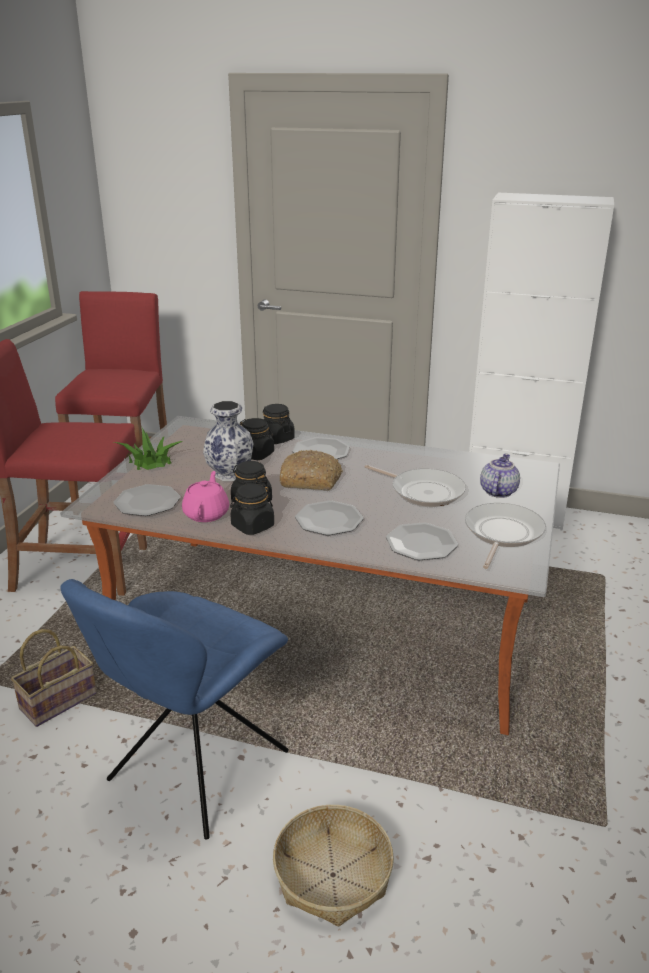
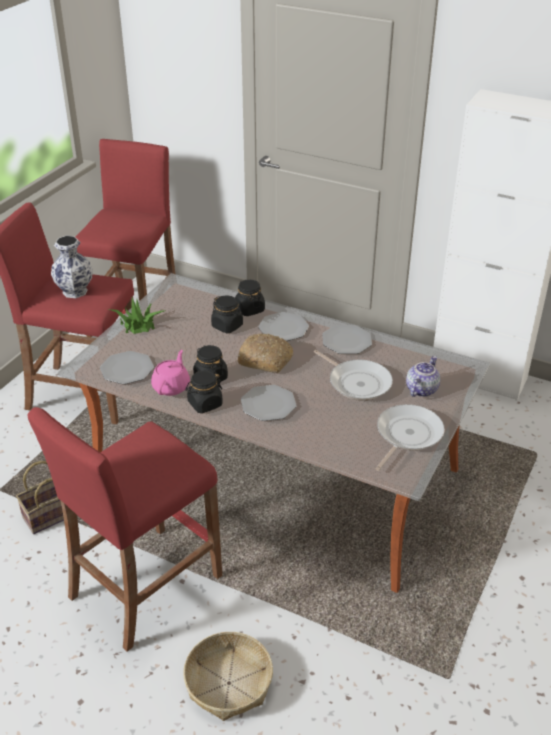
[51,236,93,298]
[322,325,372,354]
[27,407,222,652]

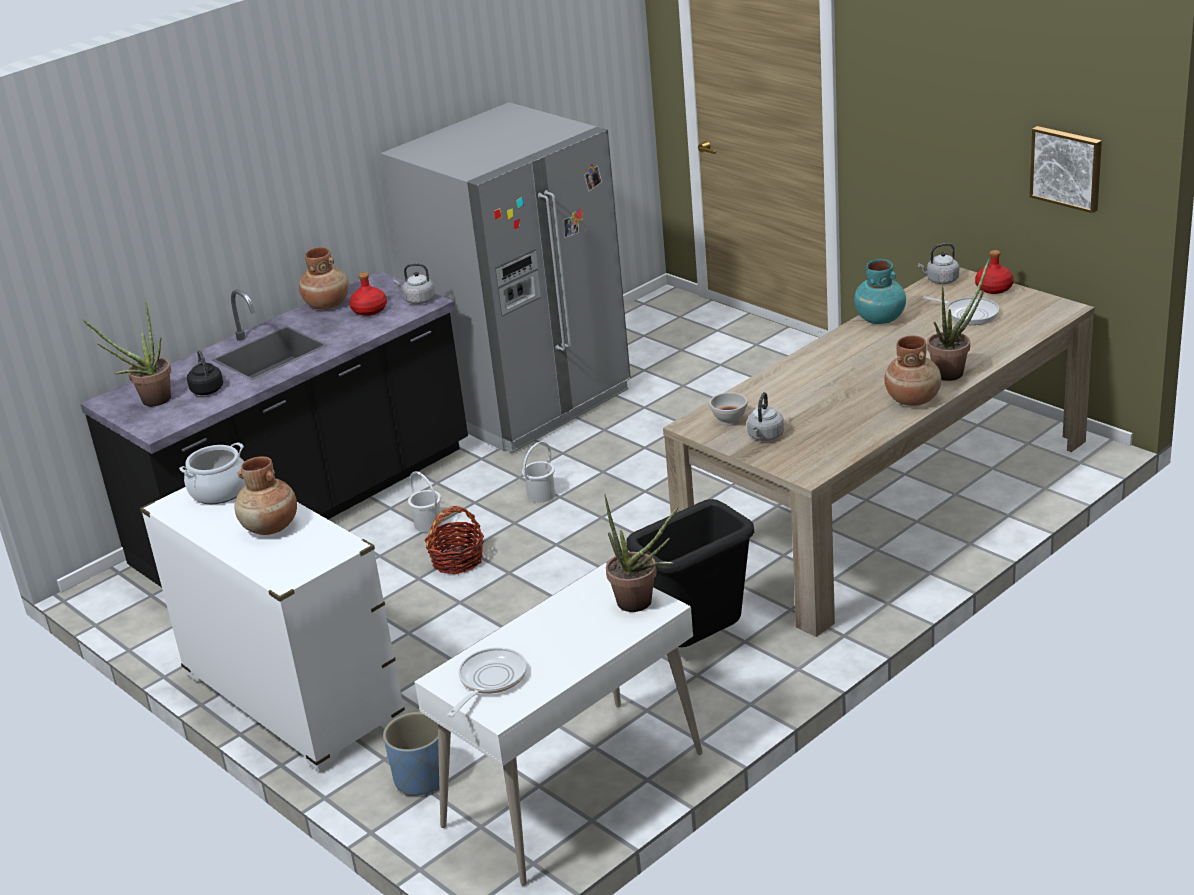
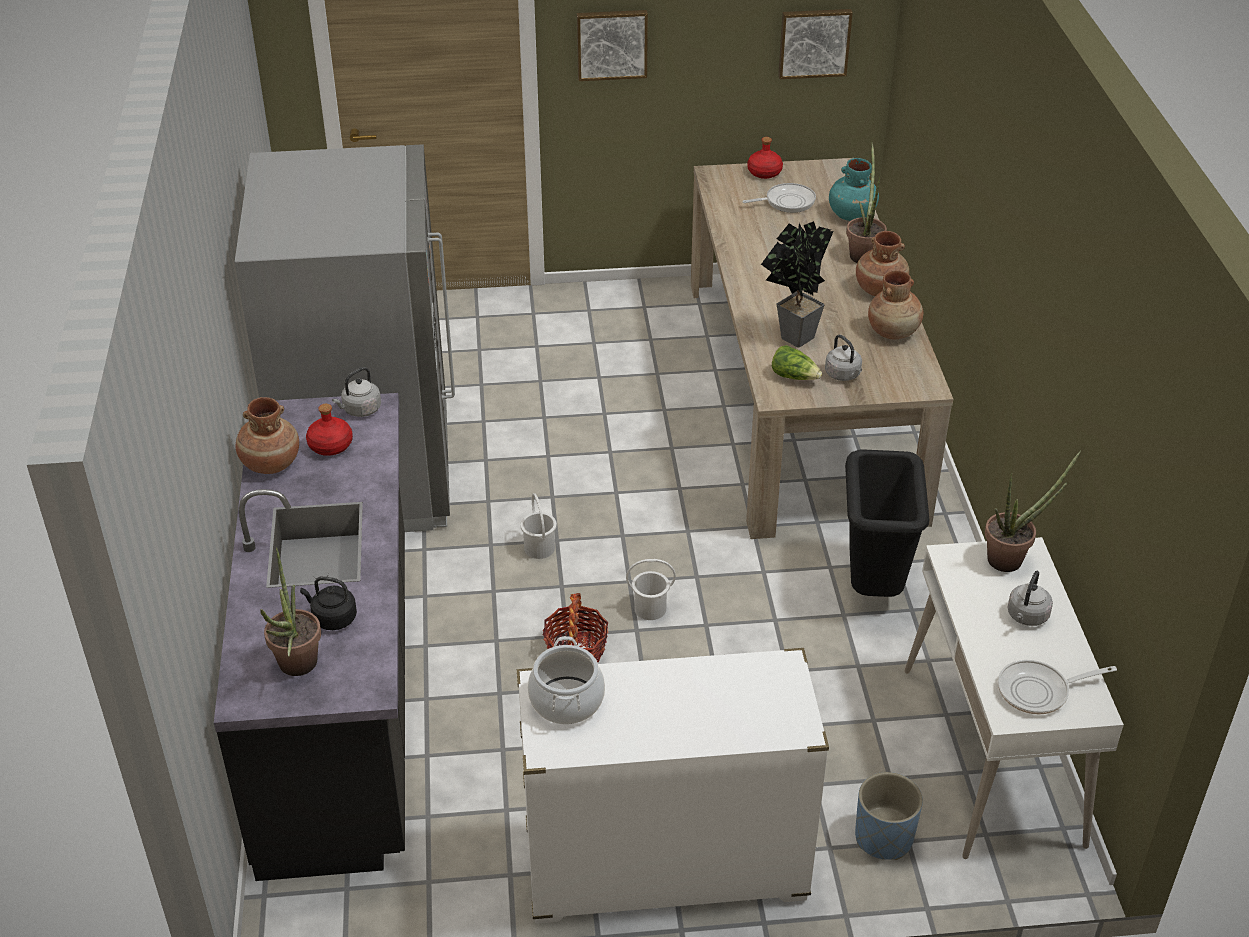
[1007,571,1053,626]
[829,158,879,221]
[772,345,822,380]
[868,270,923,340]
[626,559,676,620]
[998,660,1117,715]
[577,10,648,81]
[761,221,834,347]

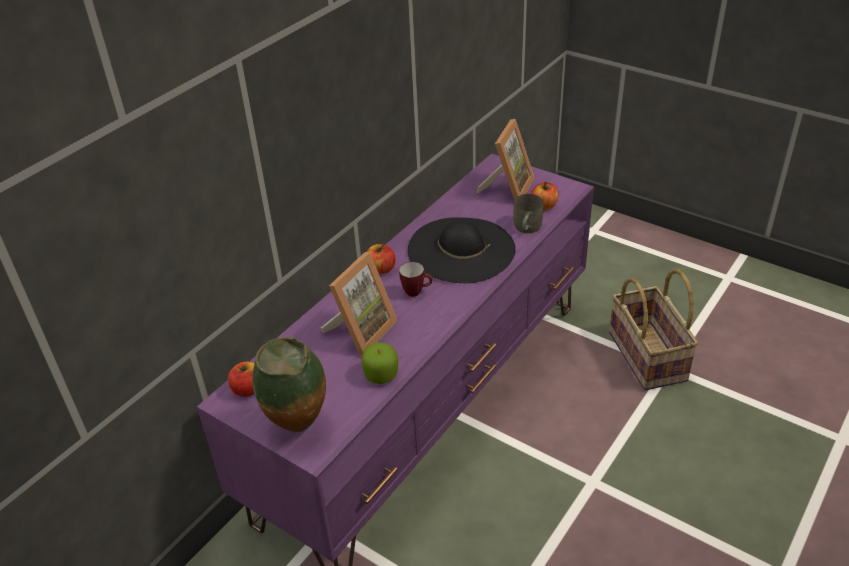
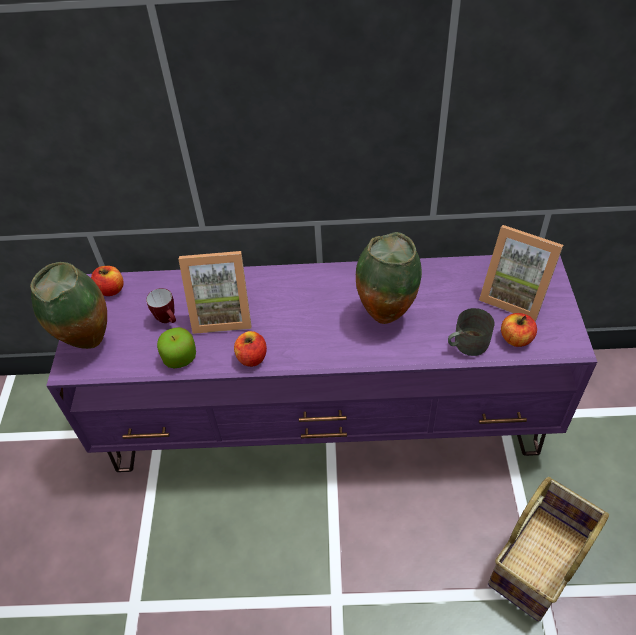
[479,225,563,321]
[356,232,422,324]
[234,331,267,367]
[146,288,176,323]

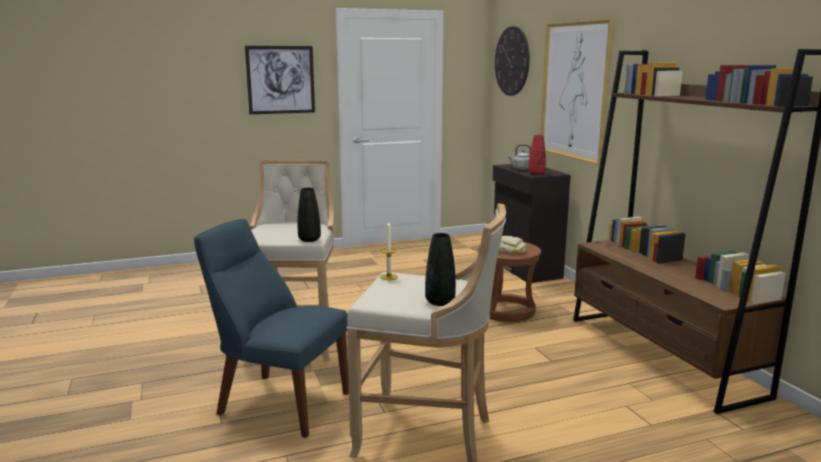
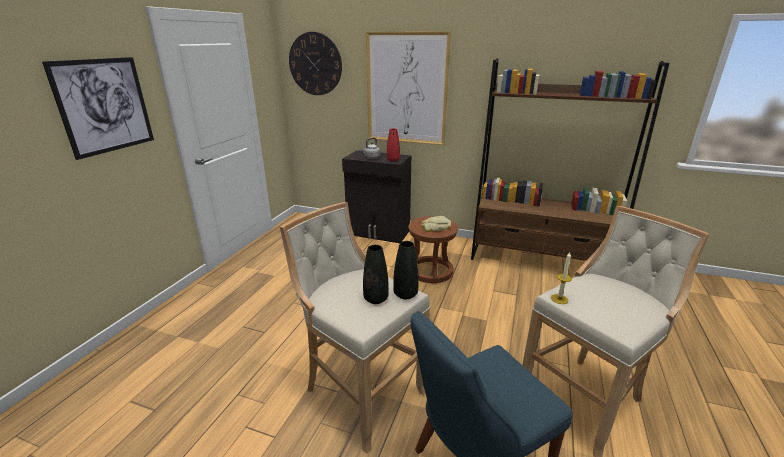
[363,245,389,304]

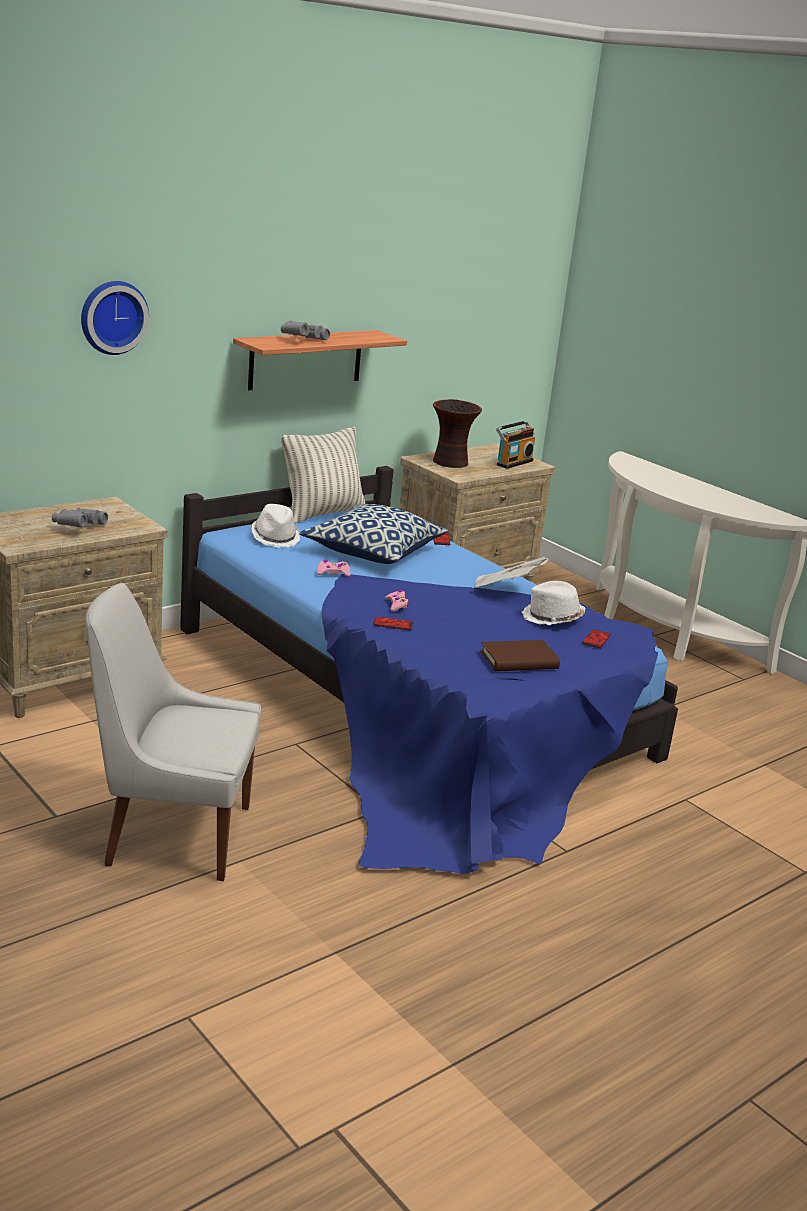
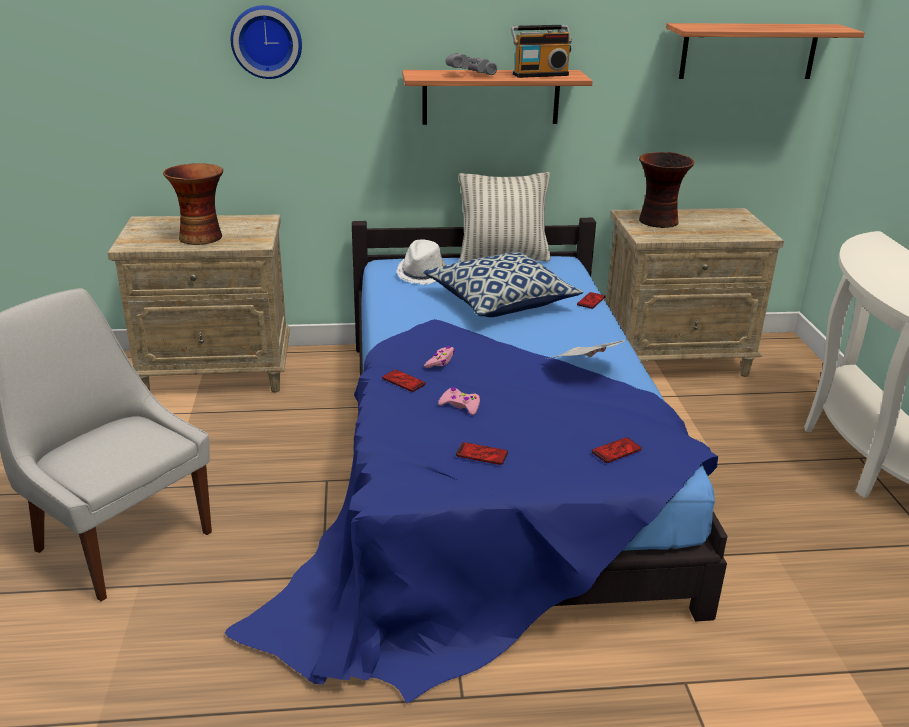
[511,25,572,78]
[163,163,223,245]
[438,387,480,415]
[522,581,585,625] (first image)
[456,442,508,465]
[666,23,865,79]

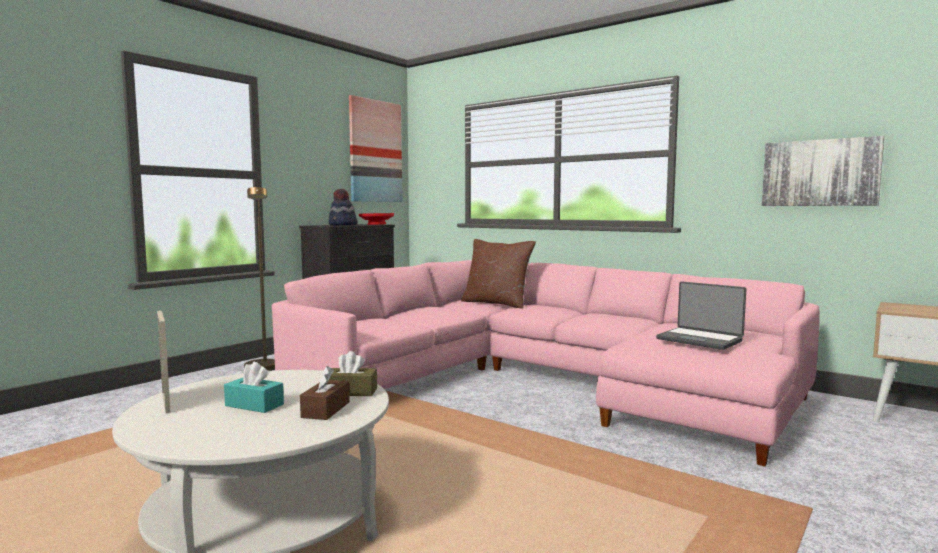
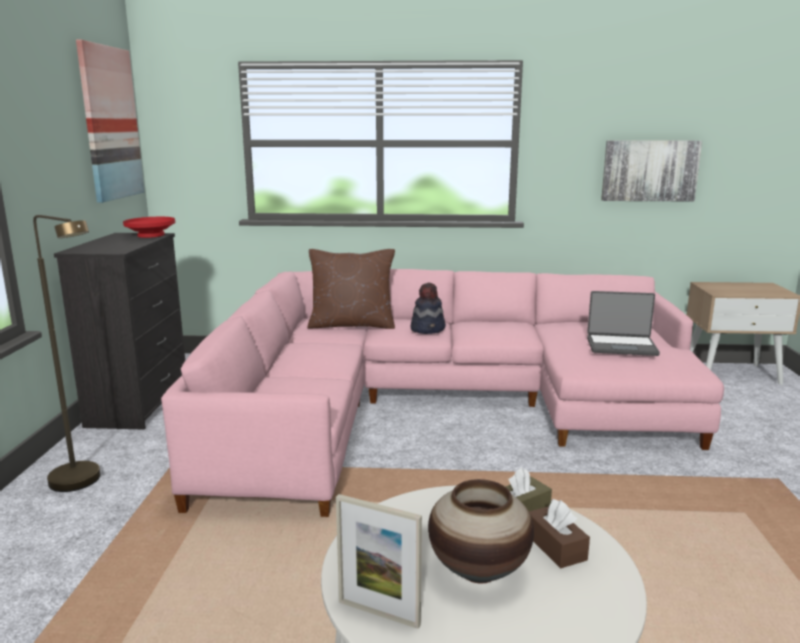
[411,282,446,334]
[428,479,534,583]

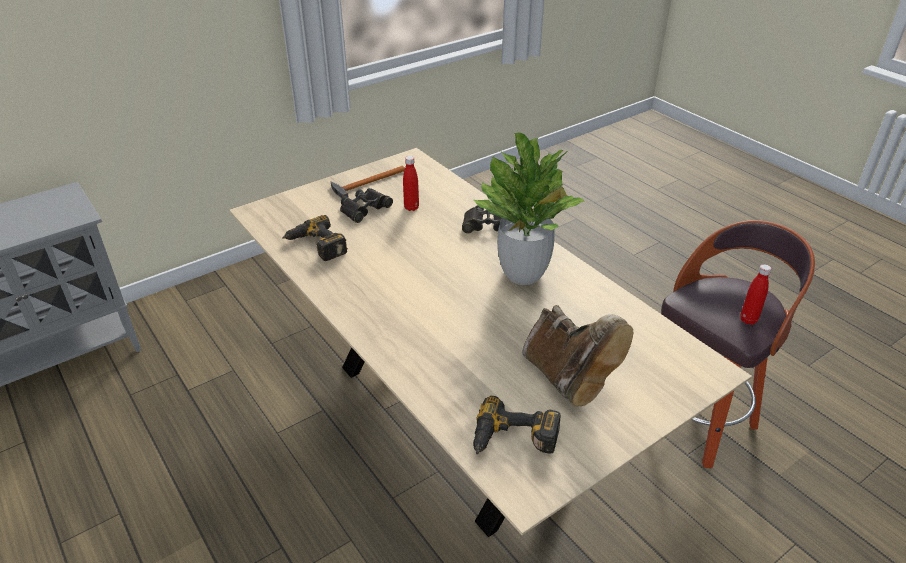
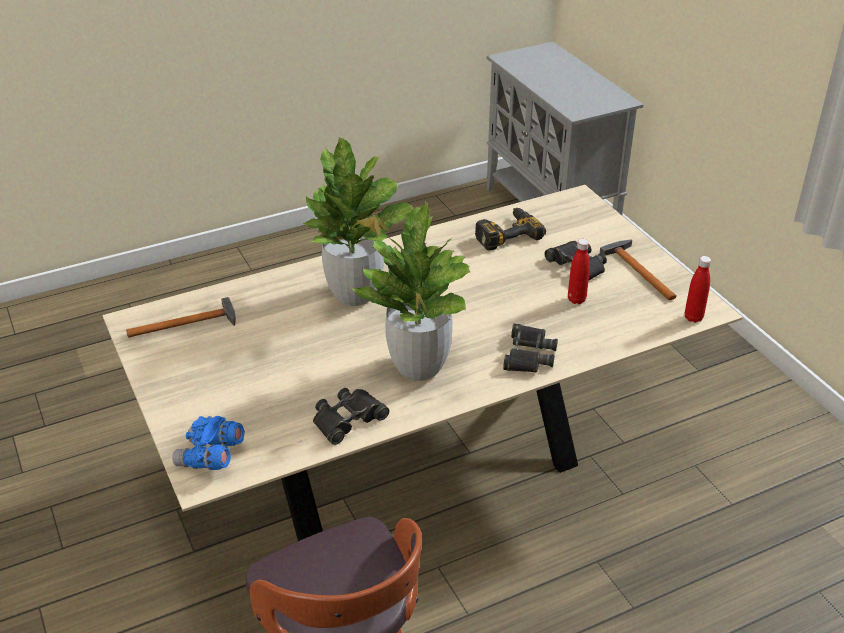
[685,256,711,323]
[522,305,633,406] (first image)
[126,297,235,338]
[303,137,414,306]
[313,388,389,445]
[172,416,245,470]

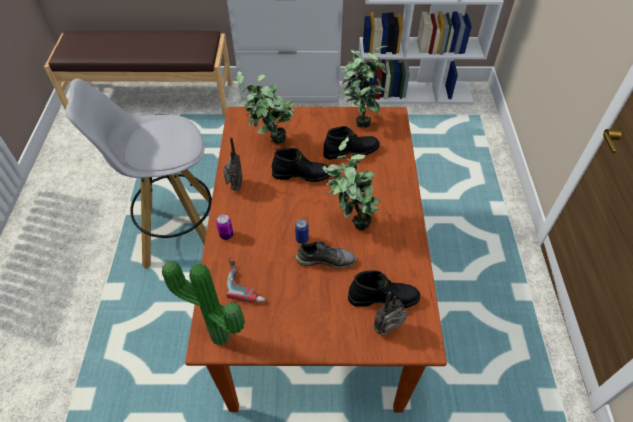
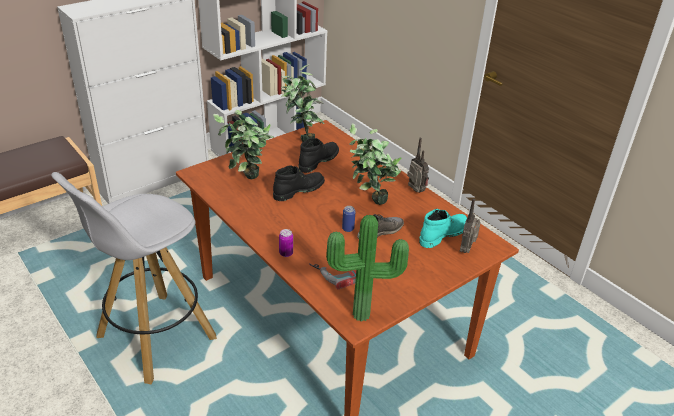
[407,138,429,193]
[419,209,467,248]

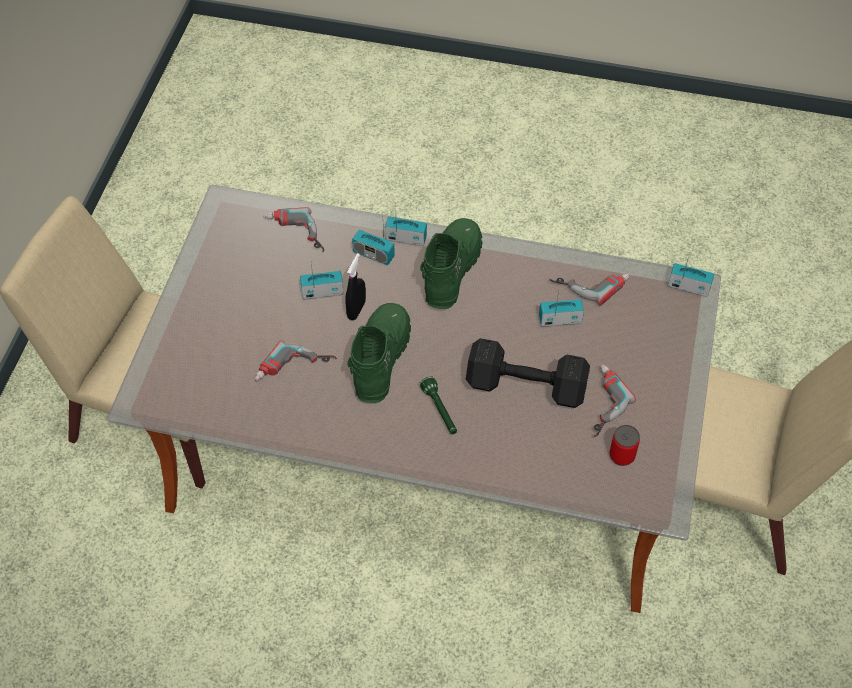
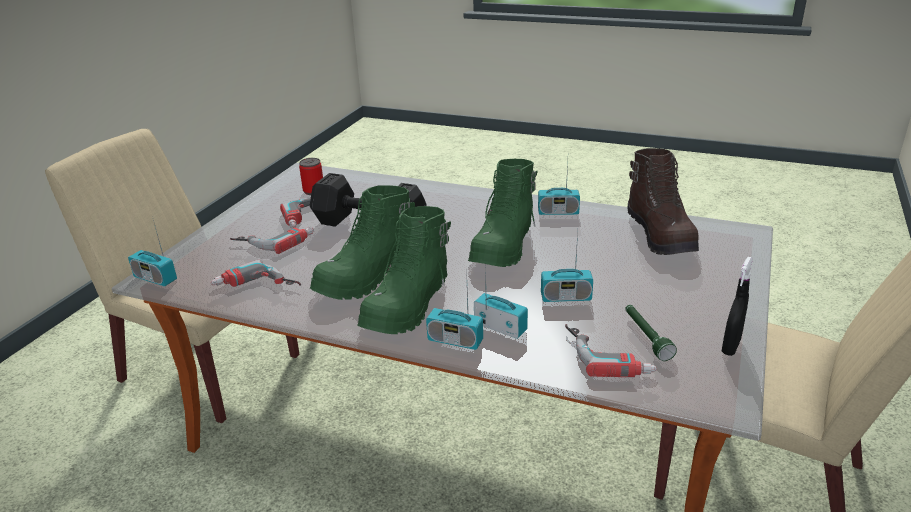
[722,257,753,356]
[538,163,580,215]
[230,227,314,254]
[625,305,677,361]
[627,148,699,255]
[310,185,415,300]

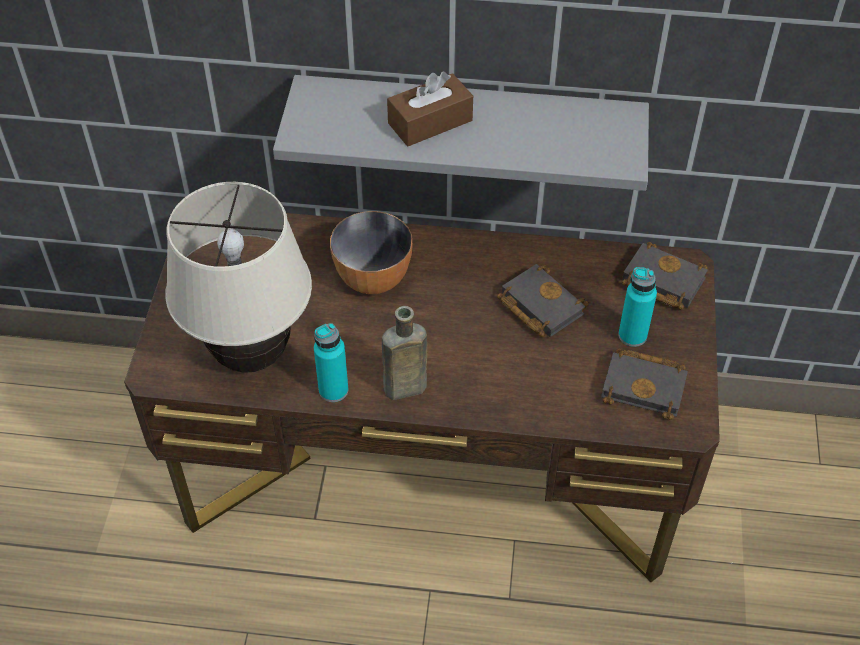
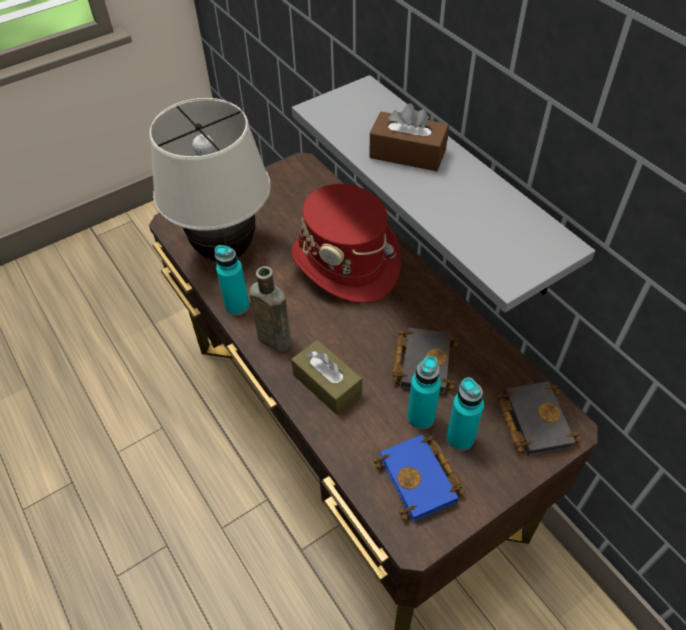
[292,184,401,303]
[373,435,465,522]
[291,340,362,415]
[407,356,441,430]

